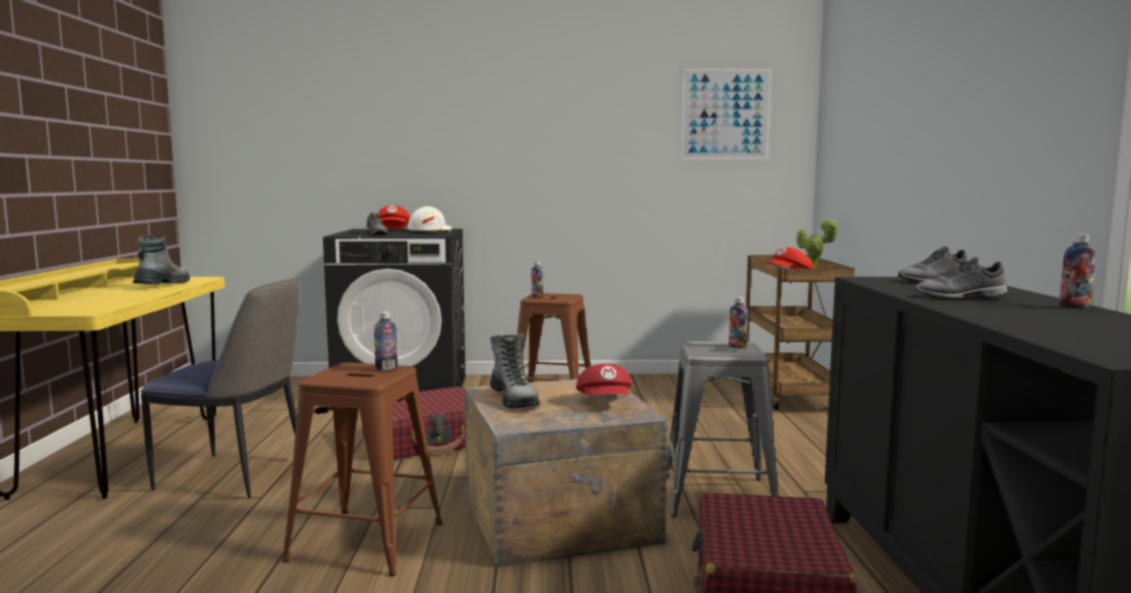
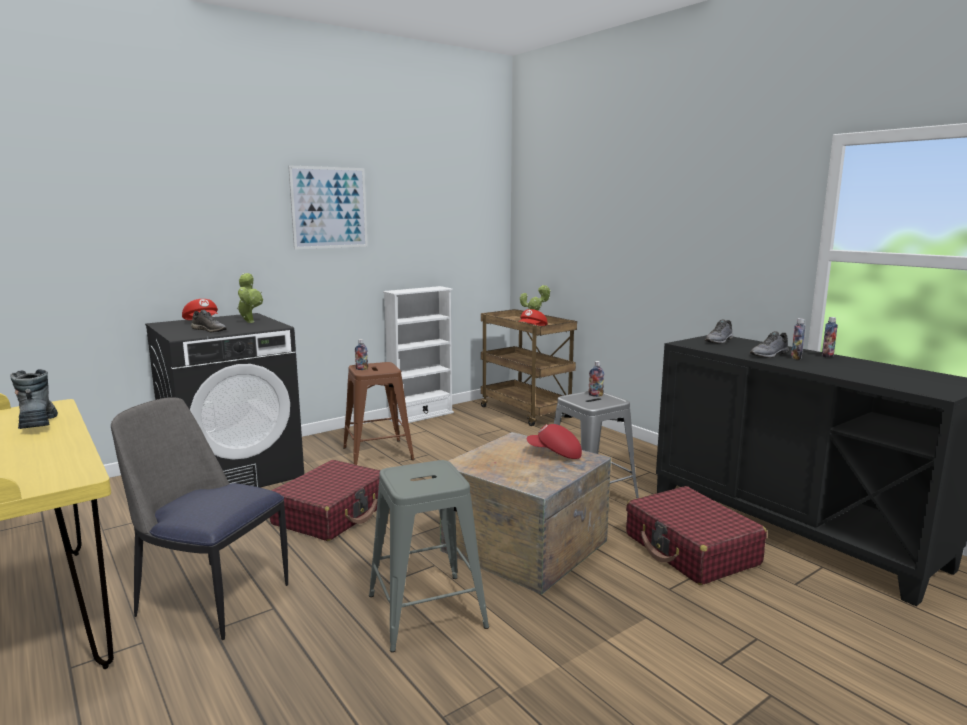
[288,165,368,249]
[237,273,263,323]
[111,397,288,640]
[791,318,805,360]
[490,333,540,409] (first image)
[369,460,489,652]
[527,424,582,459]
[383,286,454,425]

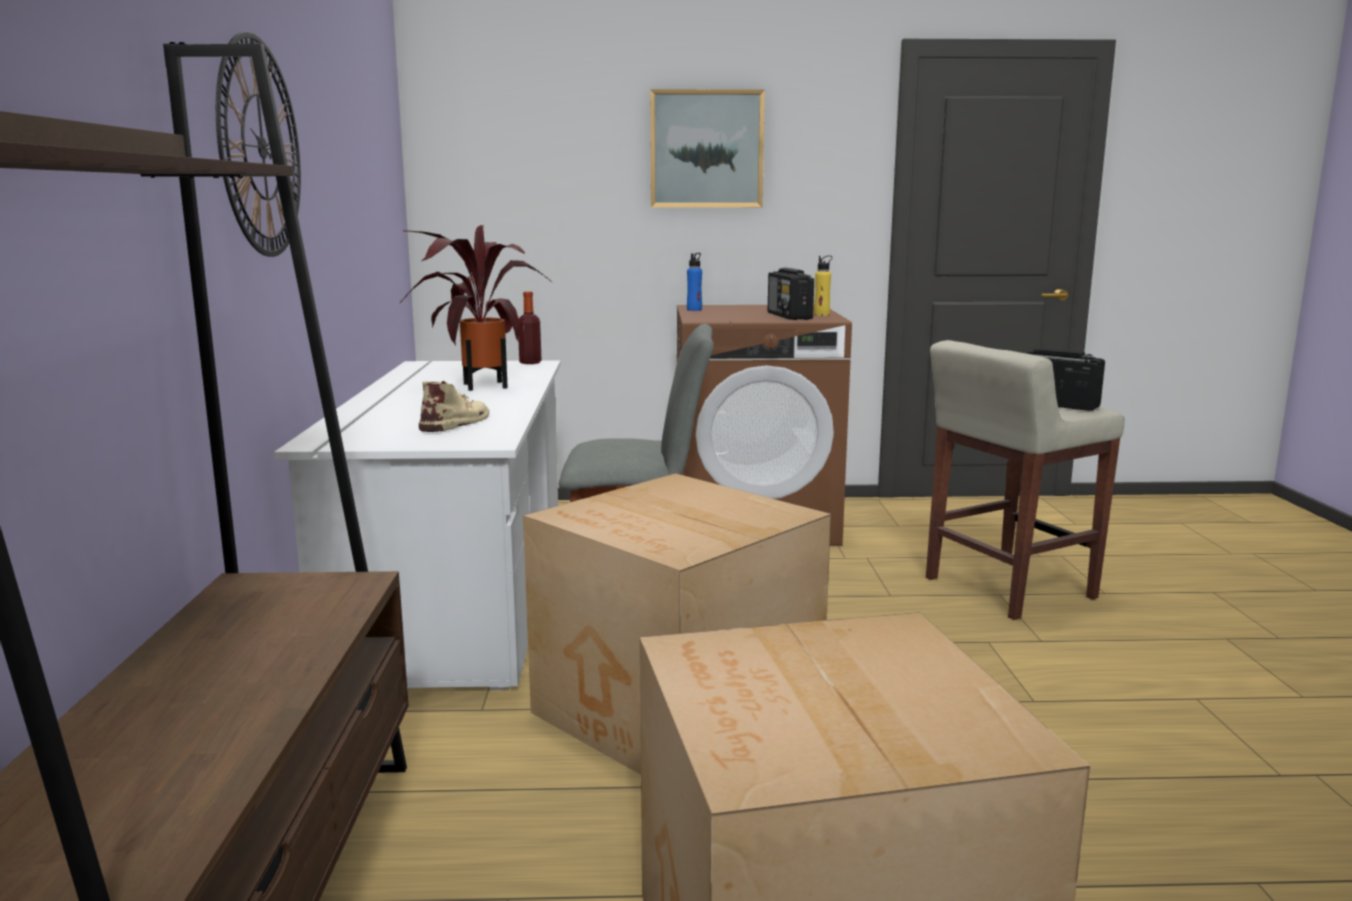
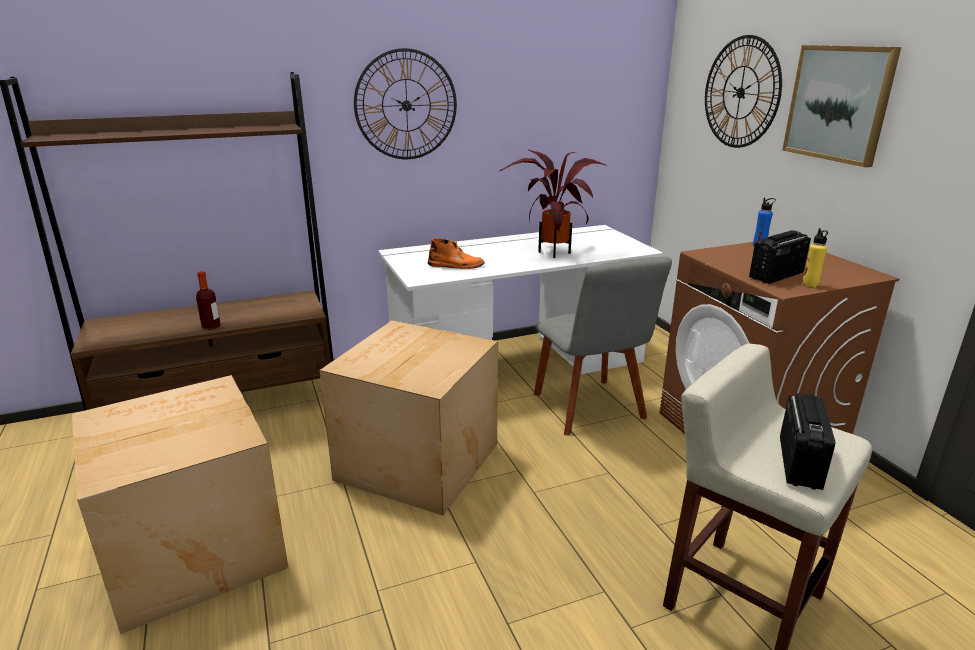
[196,271,220,330]
[428,238,485,269]
[705,35,782,148]

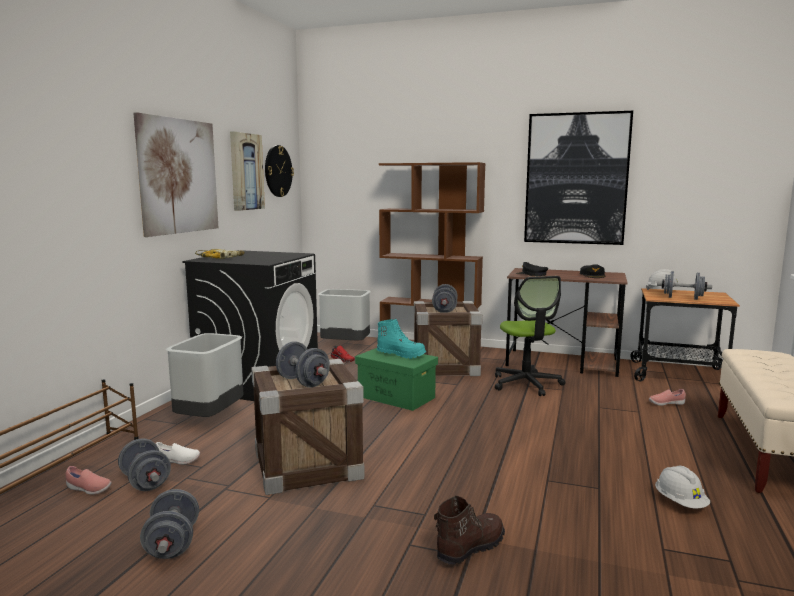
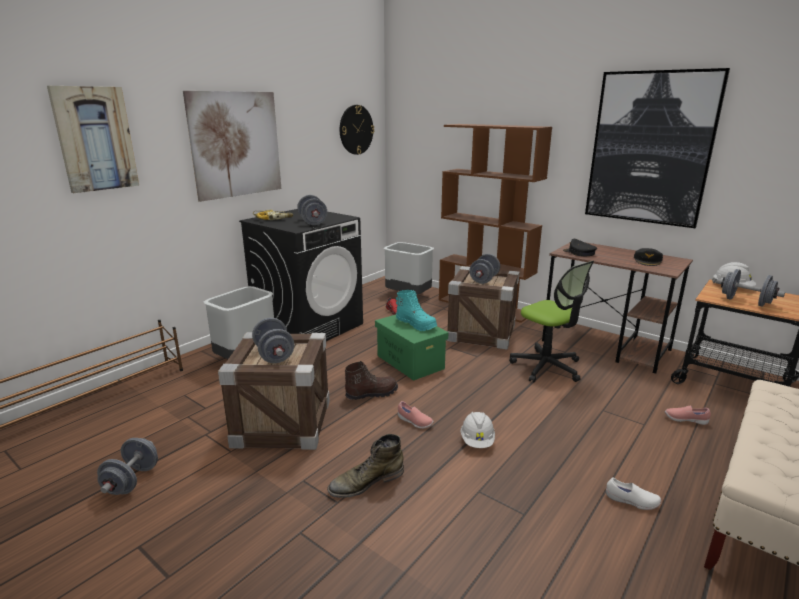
[47,86,139,193]
[509,261,594,382]
[297,195,327,225]
[606,477,661,510]
[398,401,434,429]
[460,412,495,448]
[345,361,398,400]
[327,434,404,498]

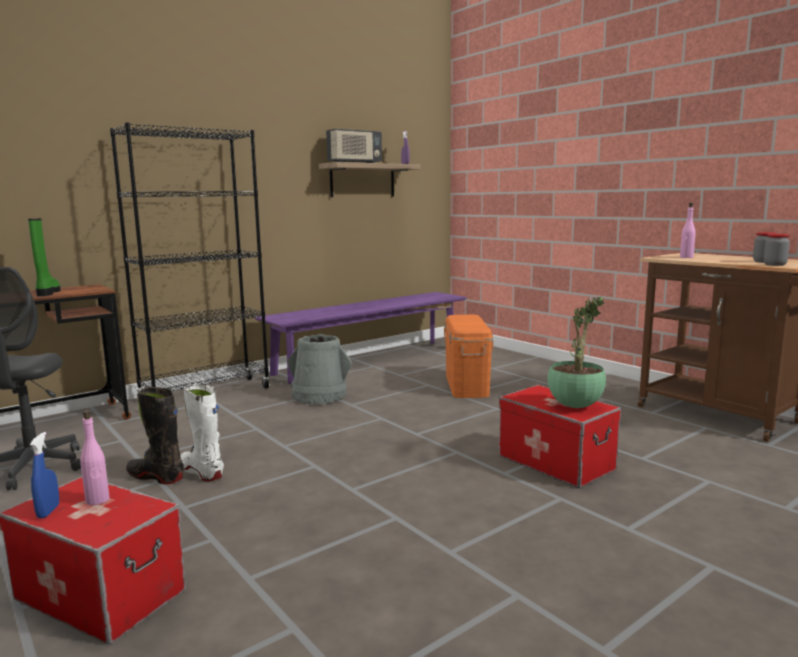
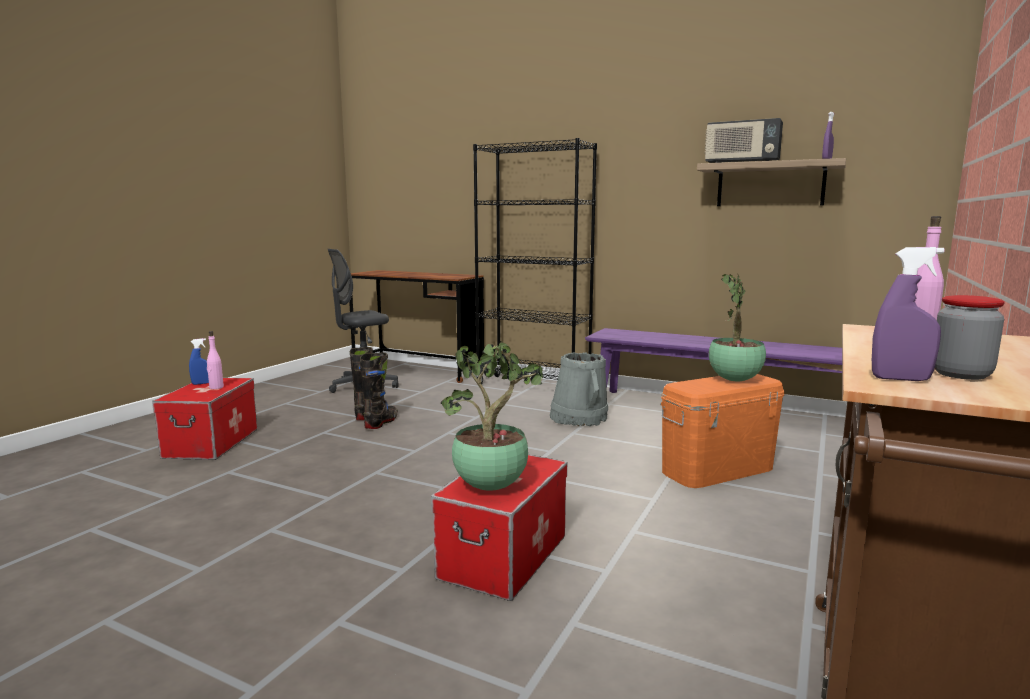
[28,219,61,296] (first image)
[872,247,945,381]
[360,353,398,429]
[709,274,766,381]

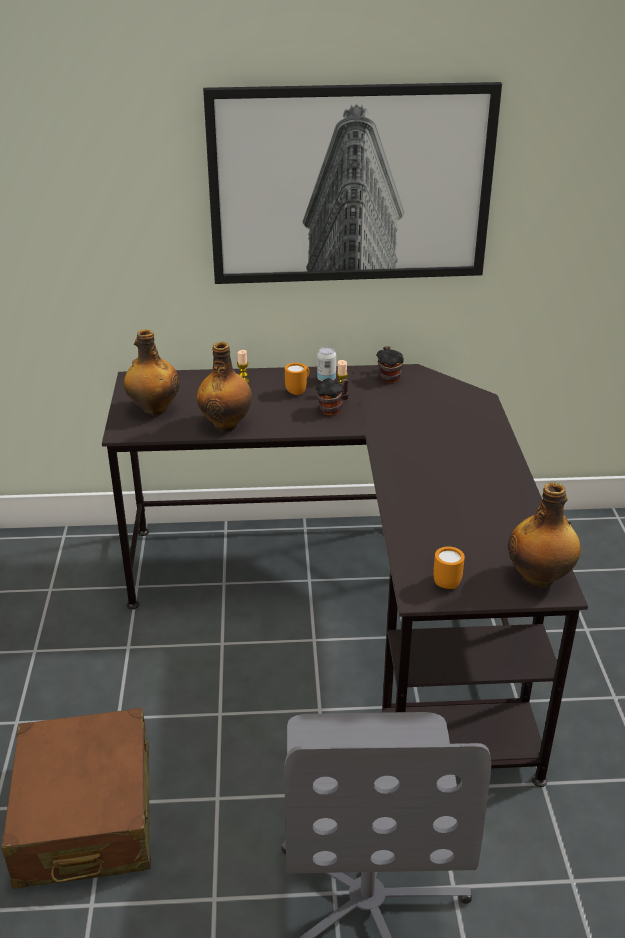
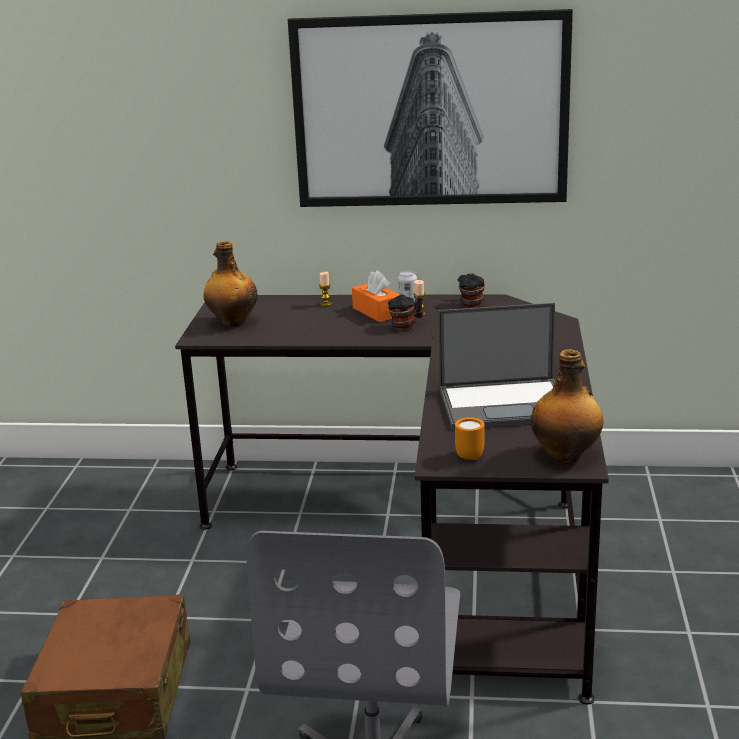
[196,342,252,432] (first image)
[352,270,399,322]
[438,303,555,430]

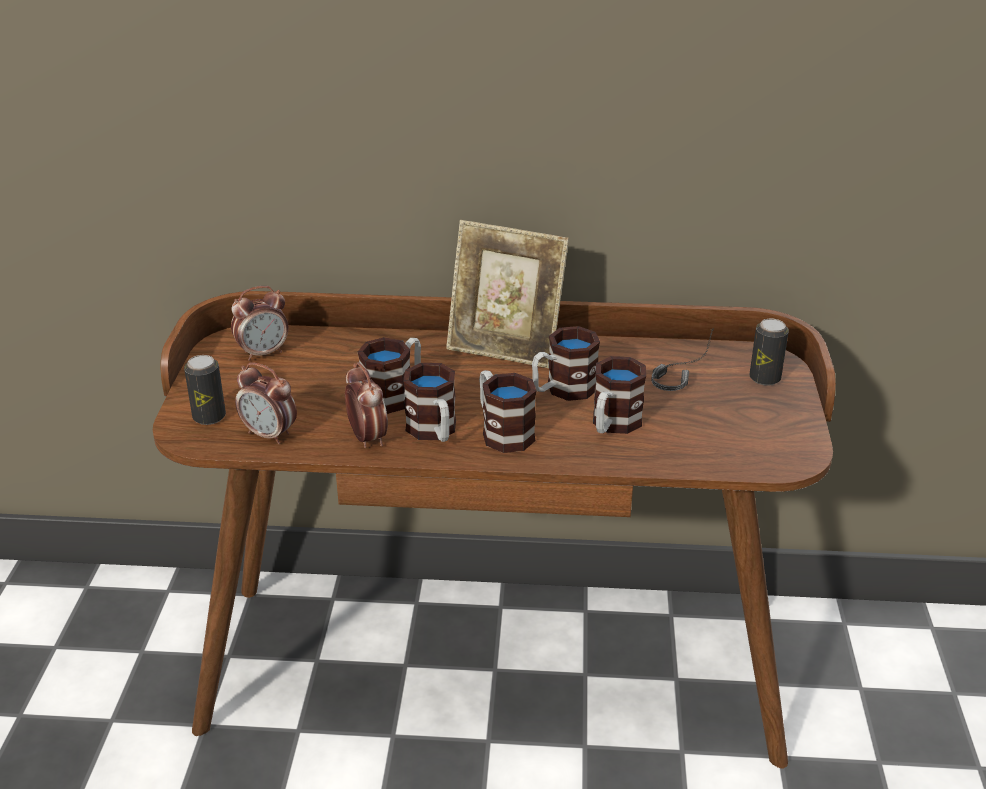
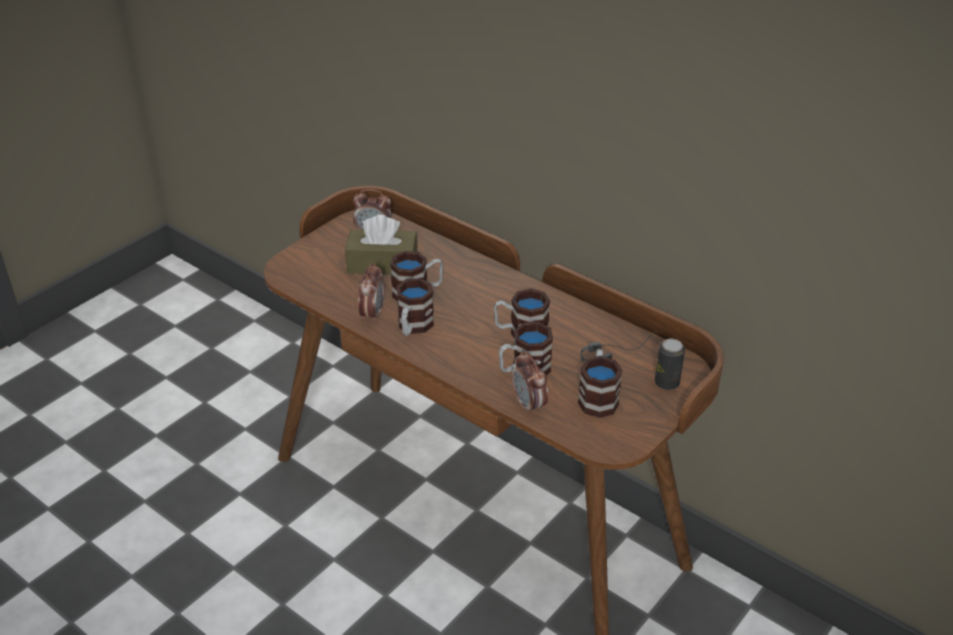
[446,220,569,368] (first image)
[184,355,226,425] (first image)
[511,351,548,416]
[578,349,622,418]
[345,214,418,275]

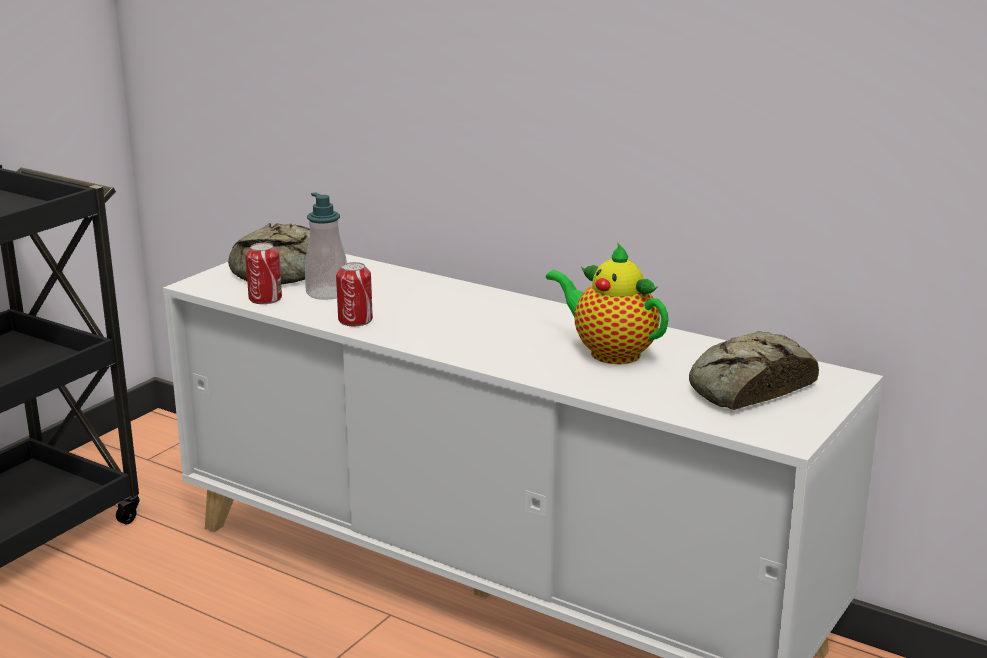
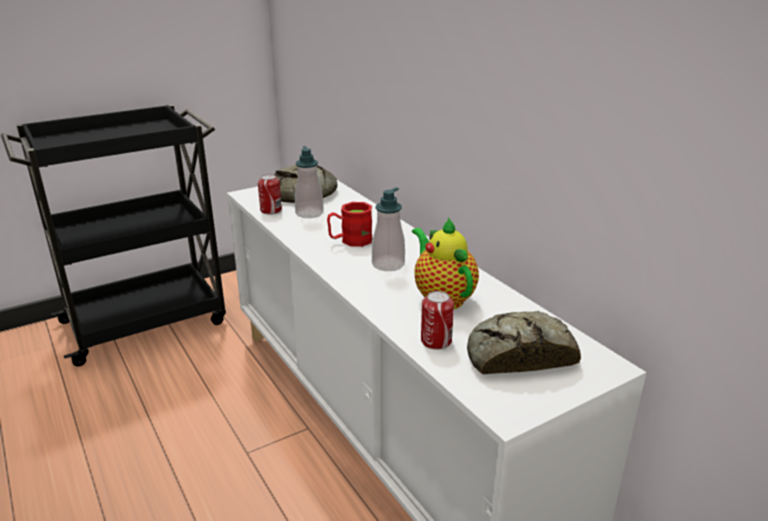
[421,291,454,350]
[372,187,405,271]
[327,202,372,247]

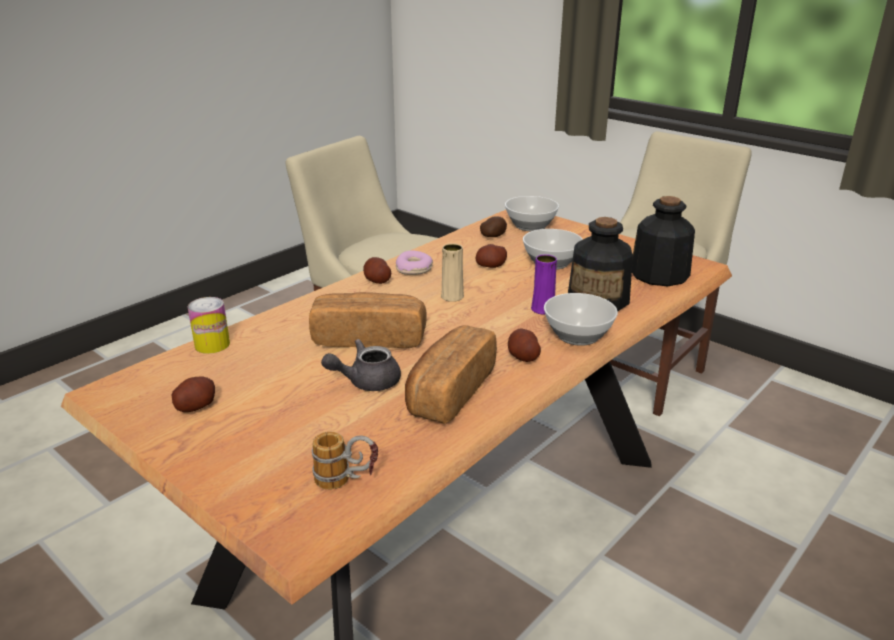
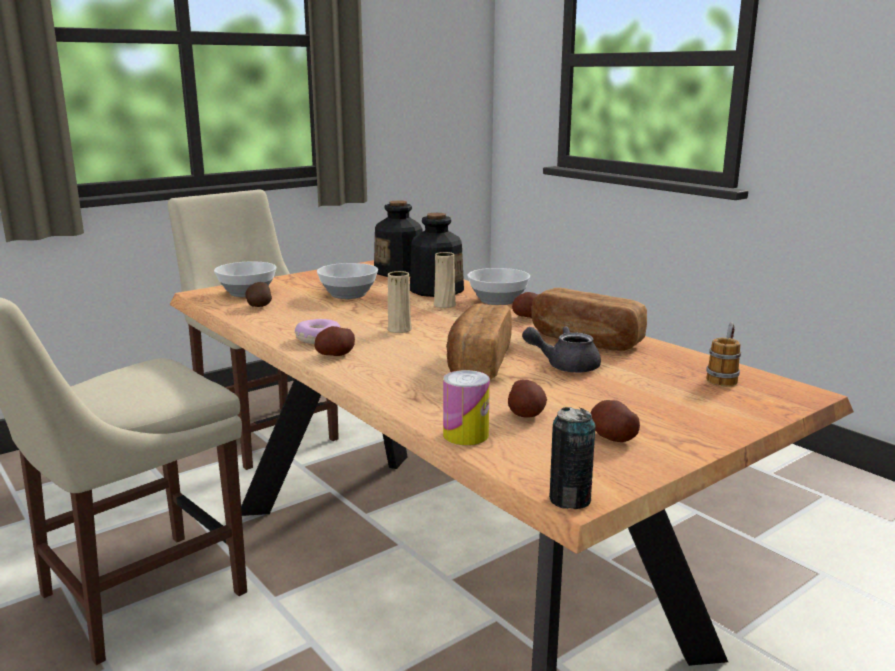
[508,380,547,418]
[434,252,456,308]
[522,326,601,373]
[549,407,596,509]

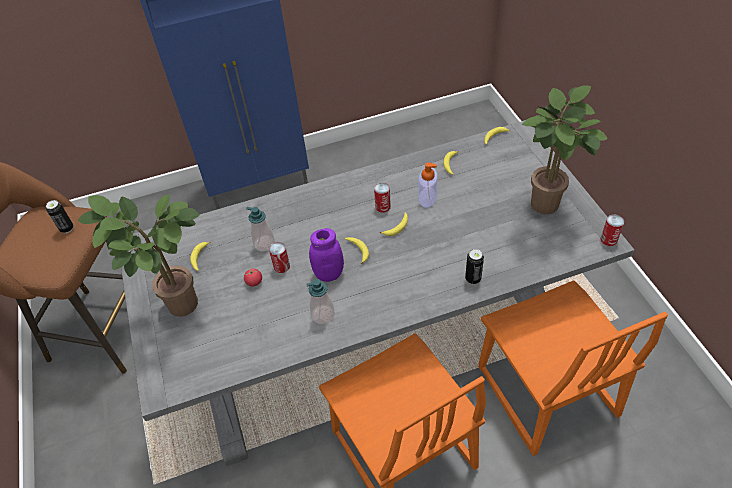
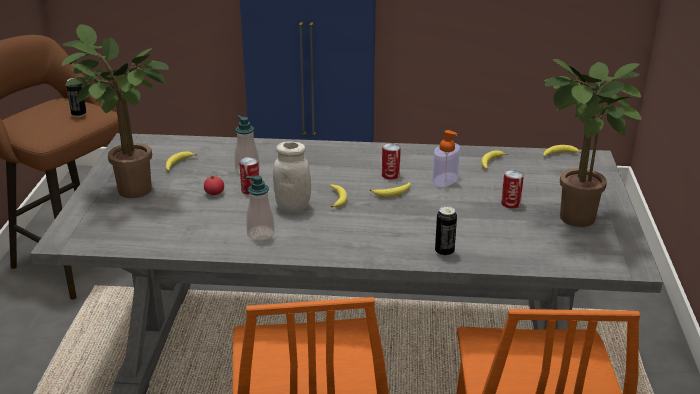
[501,170,524,209]
[273,141,311,212]

